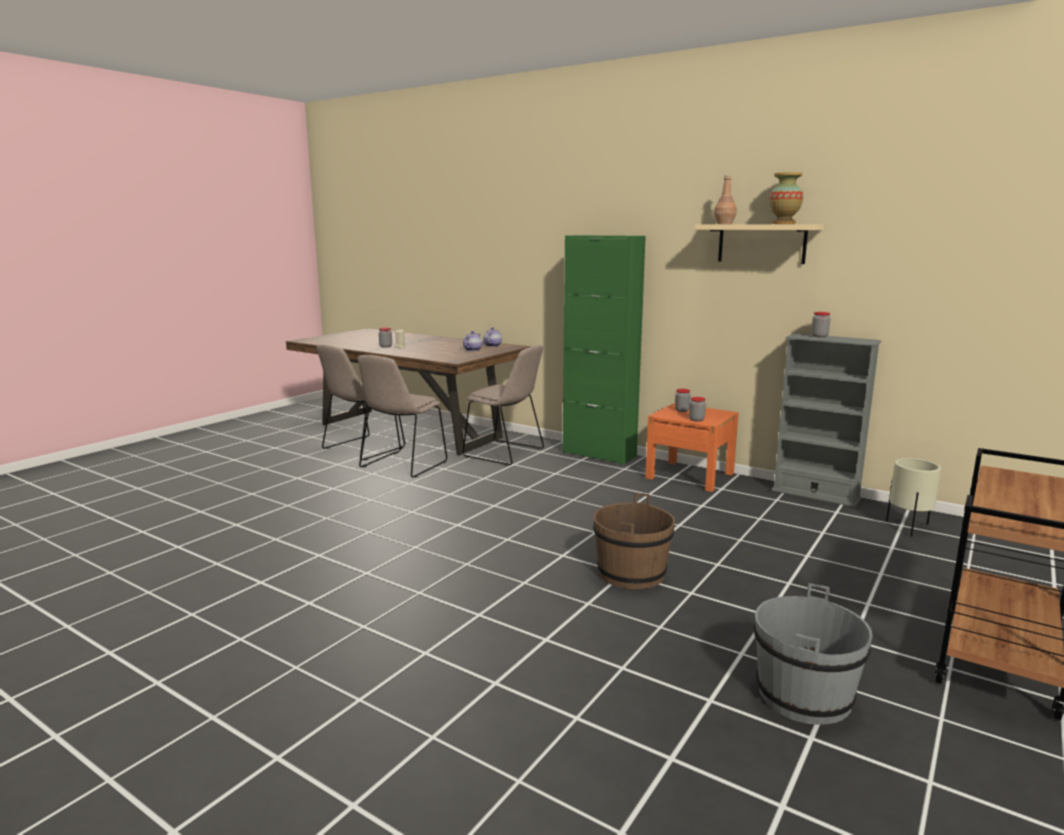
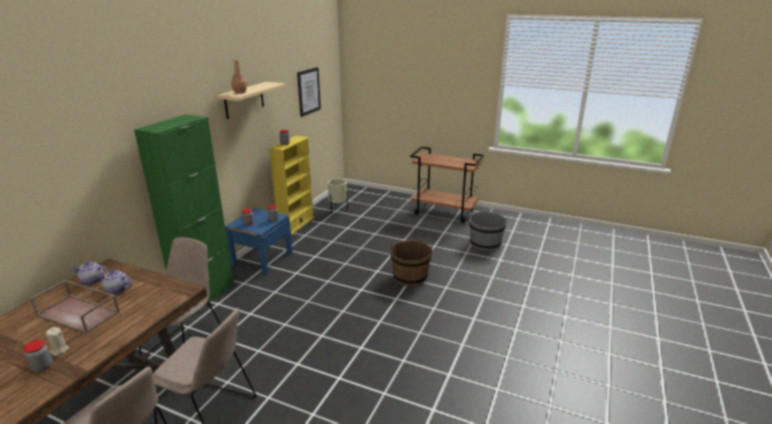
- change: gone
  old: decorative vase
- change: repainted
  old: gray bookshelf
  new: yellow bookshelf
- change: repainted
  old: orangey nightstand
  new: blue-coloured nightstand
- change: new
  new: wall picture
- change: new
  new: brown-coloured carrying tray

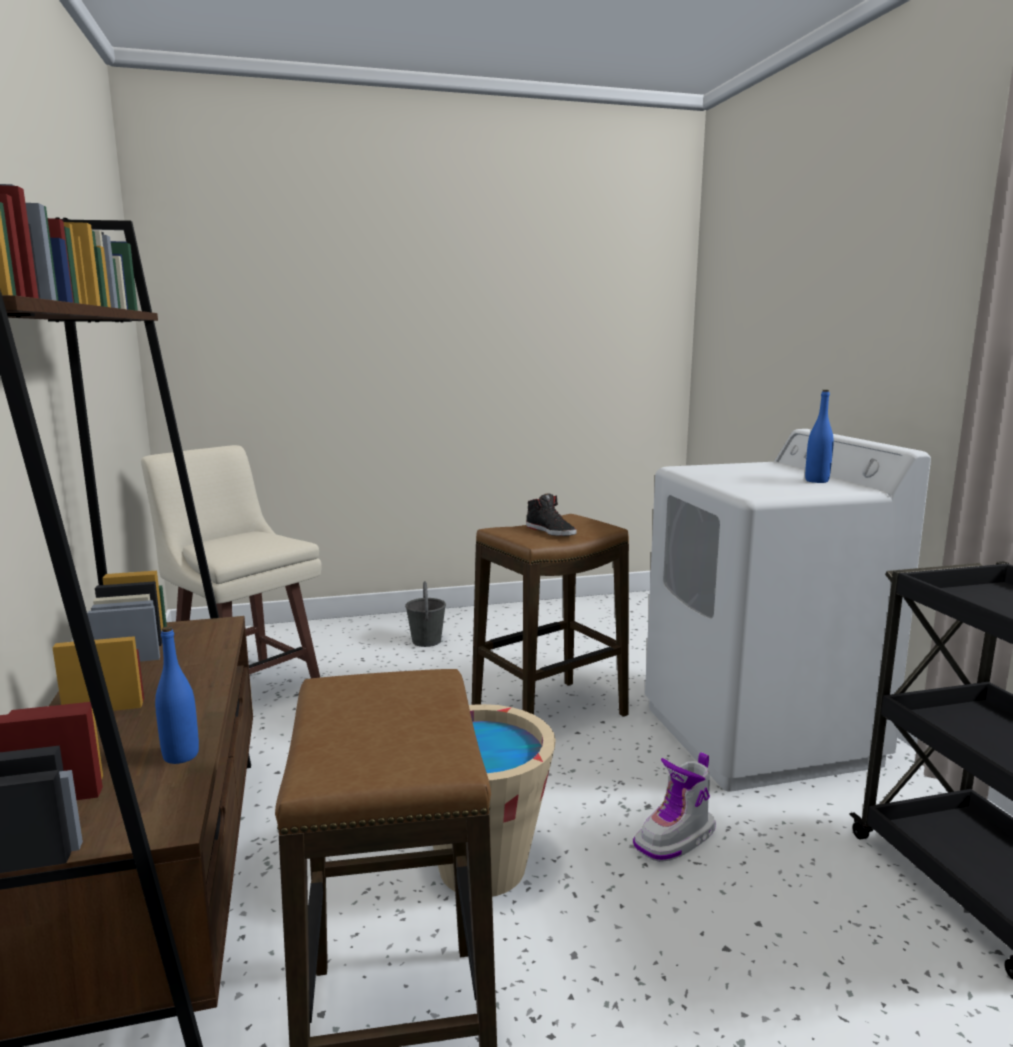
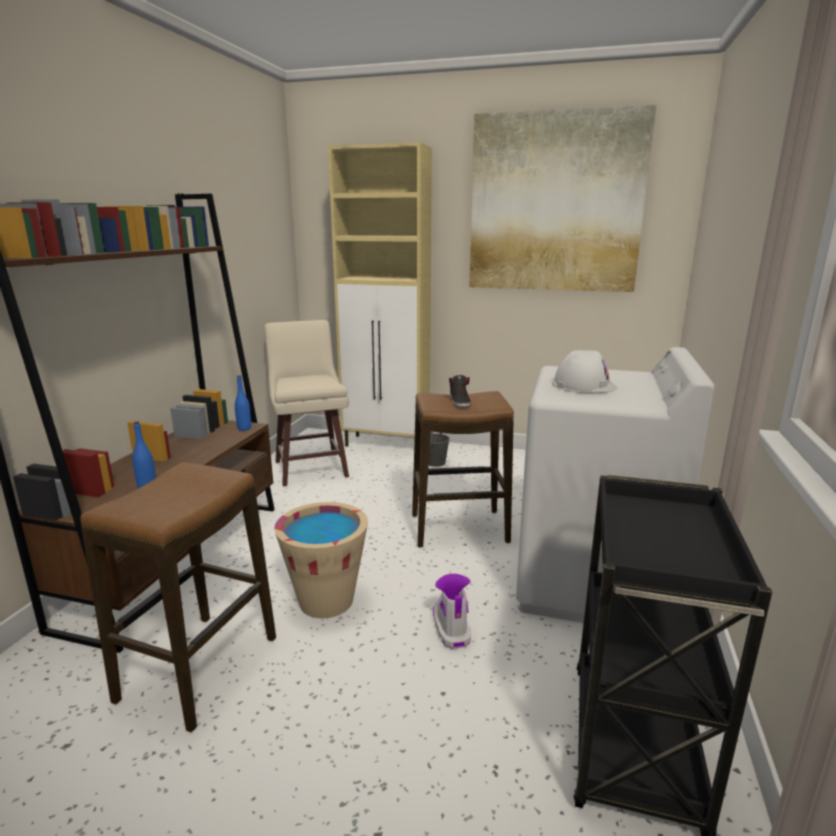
- change: shifted
  old: blue-coloured bottle (no. 2 from left)
- change: rotated
  old: tall boot
  degrees: 90
- change: new
  new: wall picture
- change: new
  new: beige cabinet
- change: new
  new: white safety helmet

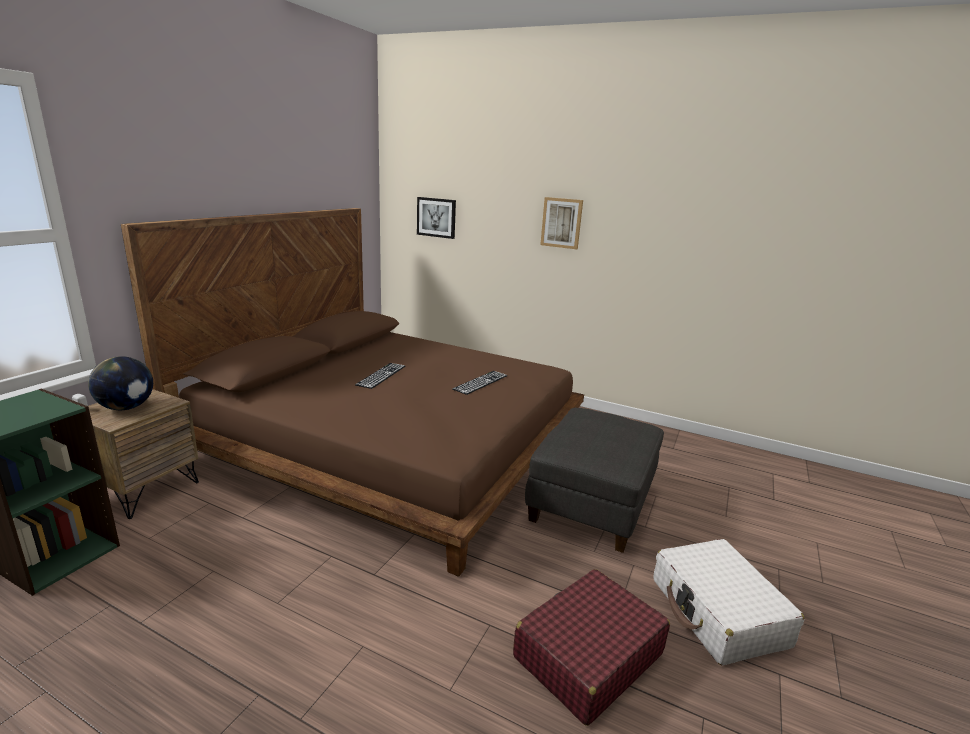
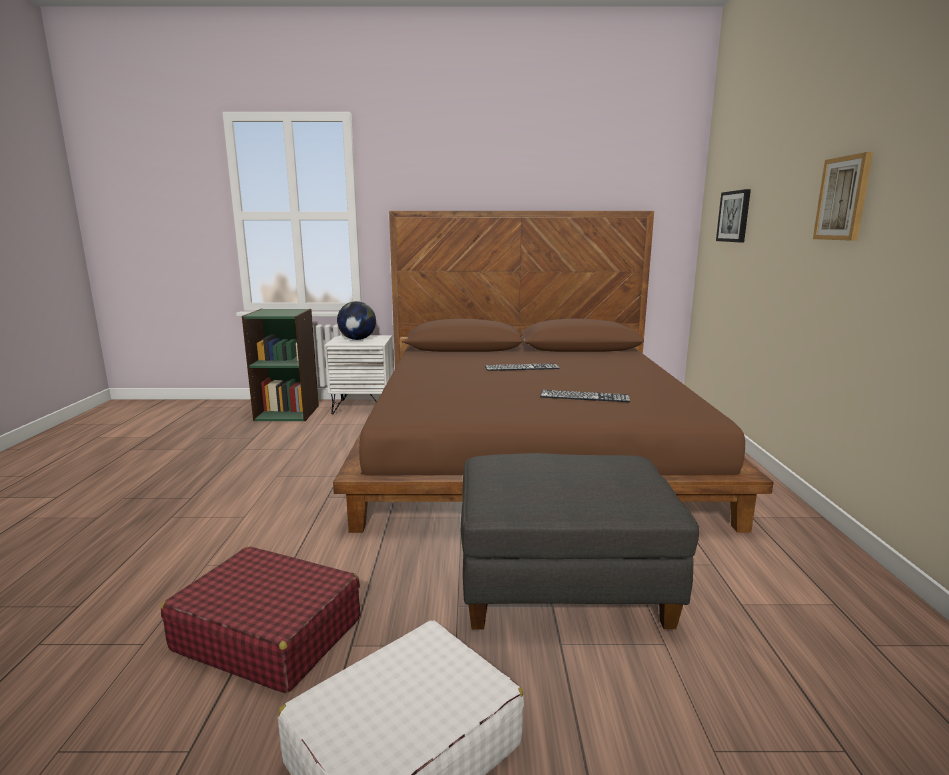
- change: repainted
  old: brown-coloured nightstand
  new: white nightstand

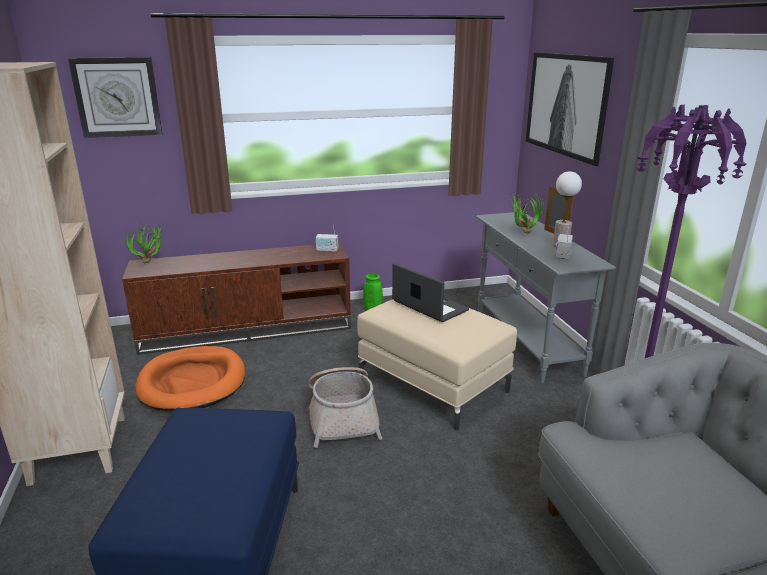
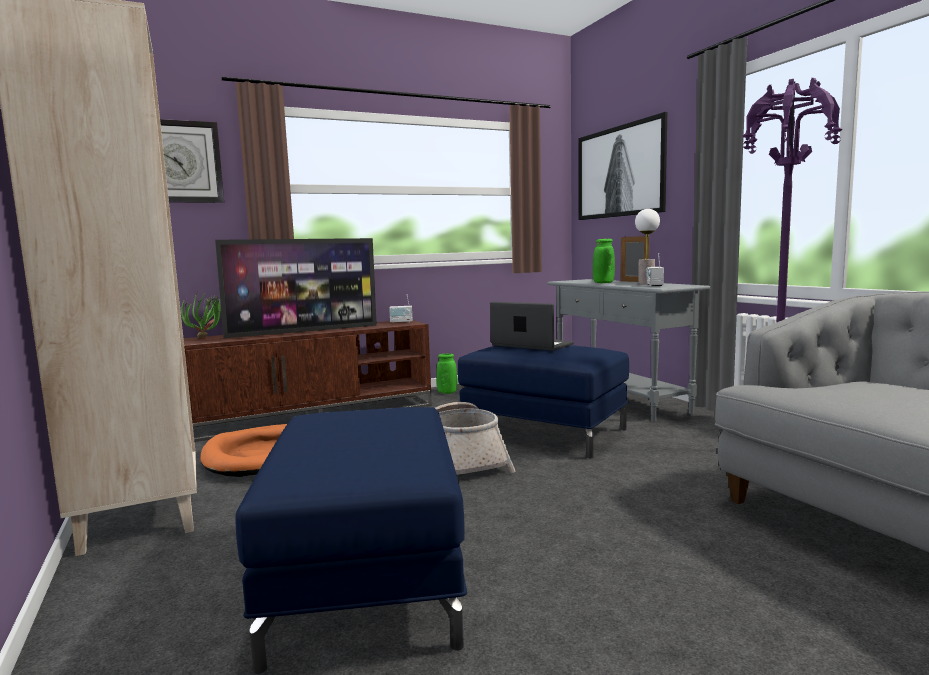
- change: swapped
  old: plant in a pot (no. 2 from left)
  new: greenish decorative vase (no. 2 from left)
- change: repainted
  old: beige ottoman
  new: blue-coloured ottoman (no. 2 from left)
- change: new
  new: television

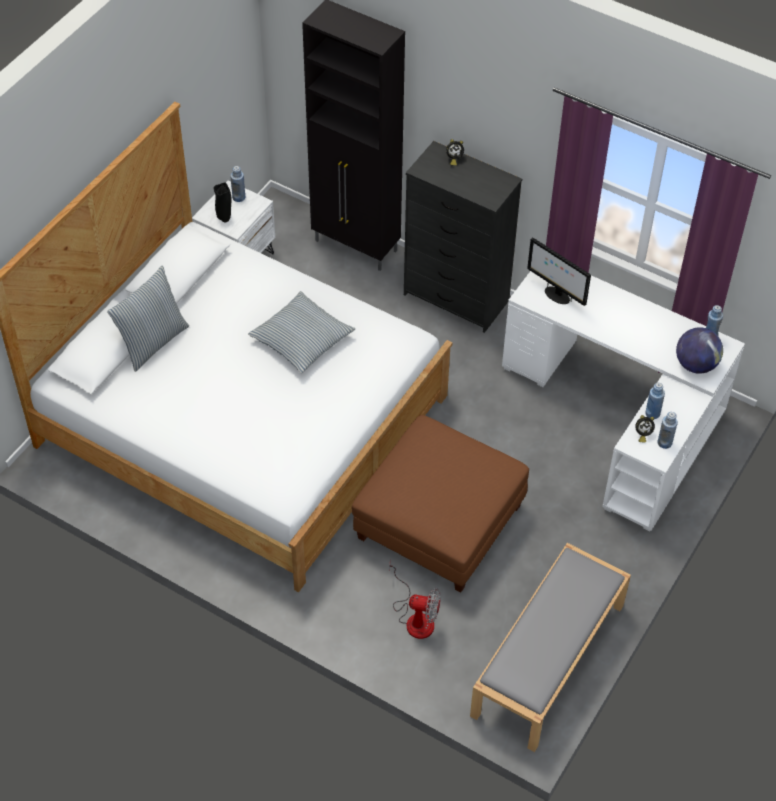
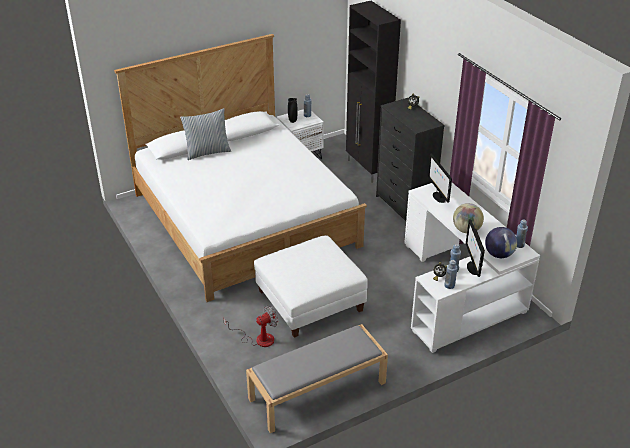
- change: gone
  old: pillow (no. 2 from left)
- change: repainted
  old: brown-coloured ottoman
  new: white ottoman
- change: rotated
  old: cooling fan
  degrees: -75
- change: new
  new: world globe (no. 1 from left)
- change: new
  new: monitor (no. 2 from left)

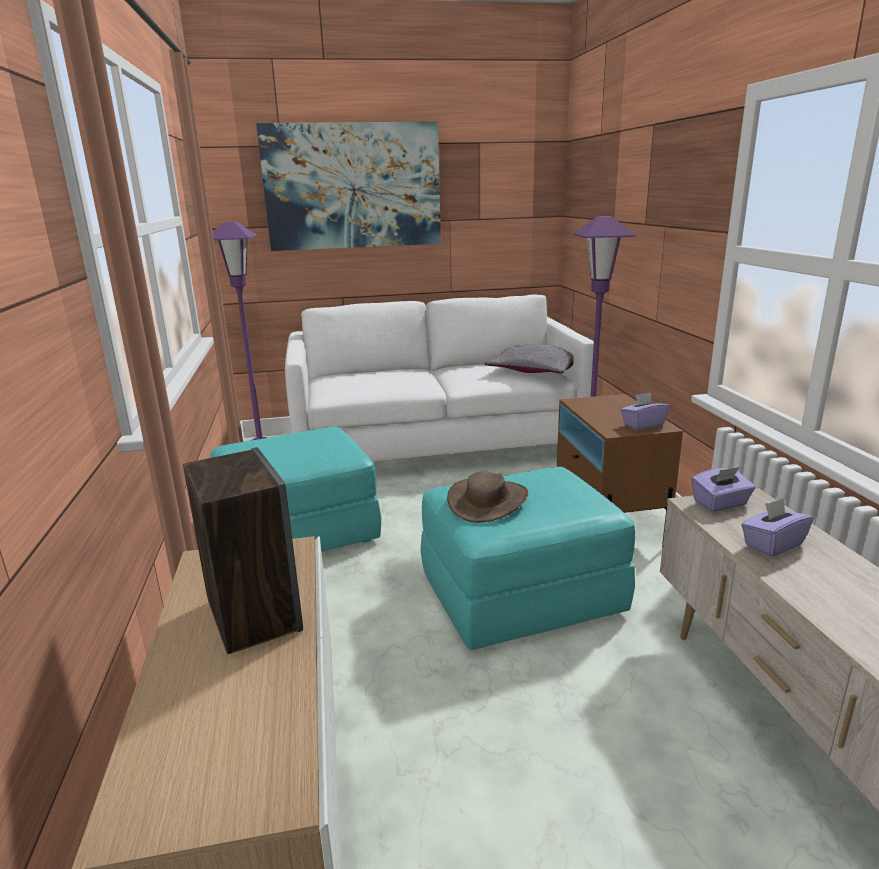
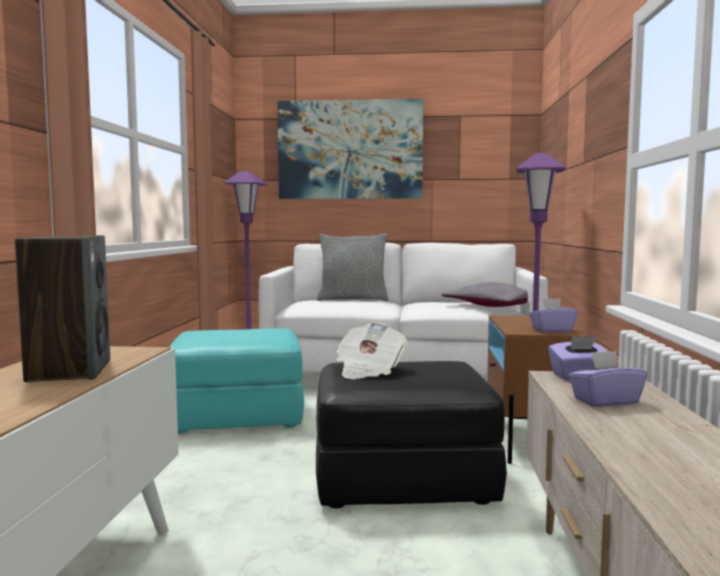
- change: repainted
  old: turquoise-coloured ottoman (no. 2 from left)
  new: black-coloured ottoman
- change: swapped
  old: brown-coloured hat
  new: newspaper
- change: new
  new: gray pillow (no. 1 from left)

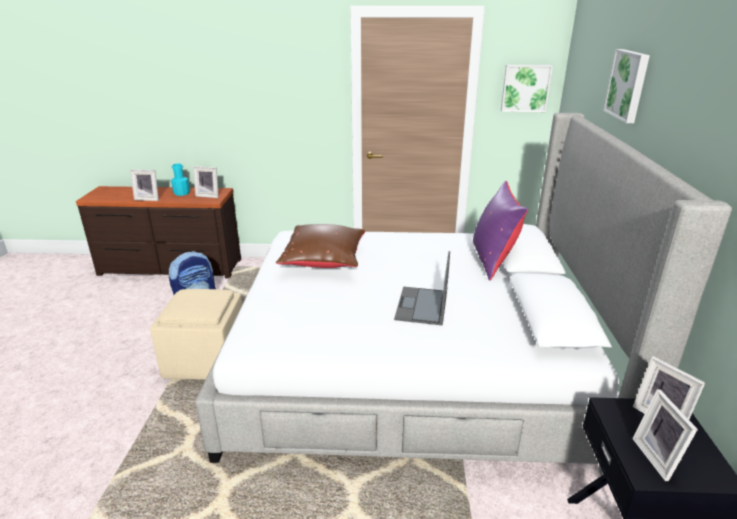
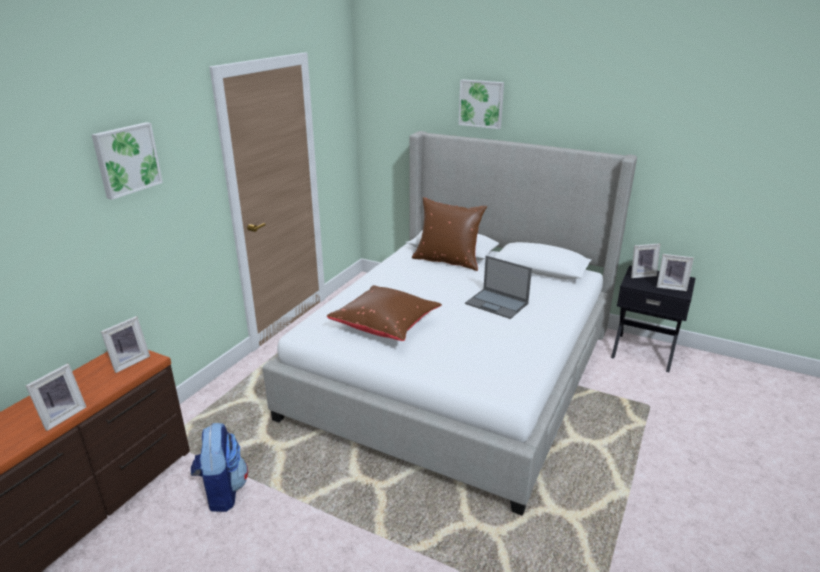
- change: shifted
  old: wall picture (no. 1 from left)
- change: gone
  old: turquoise-coloured bottle
- change: repainted
  old: purplish pillow
  new: brown-coloured pillow (no. 2 from left)
- change: gone
  old: beige ottoman

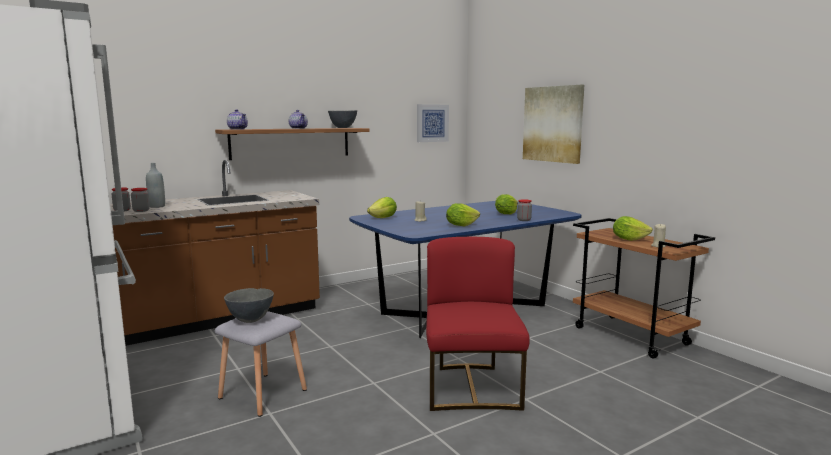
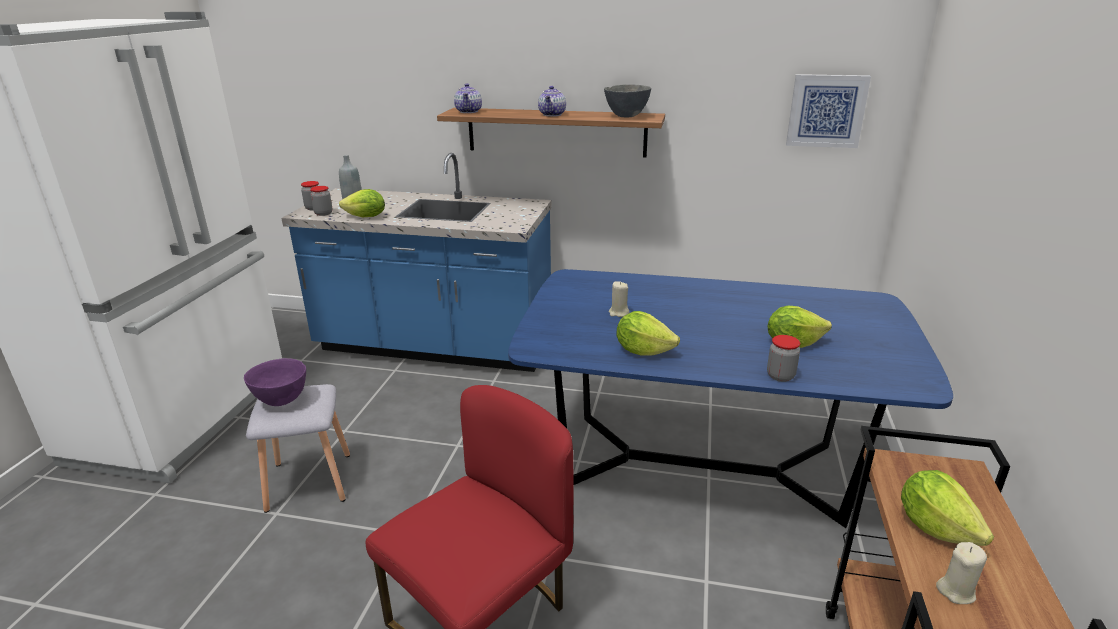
- change: gone
  old: wall picture (no. 2 from left)
- change: repainted
  old: brown-coloured kitchen base unit
  new: blue-coloured kitchen base unit
- change: shifted
  old: lettuce head (no. 1 from left)
- change: repainted
  old: gray serving bowl (no. 1 from left)
  new: purplish serving bowl

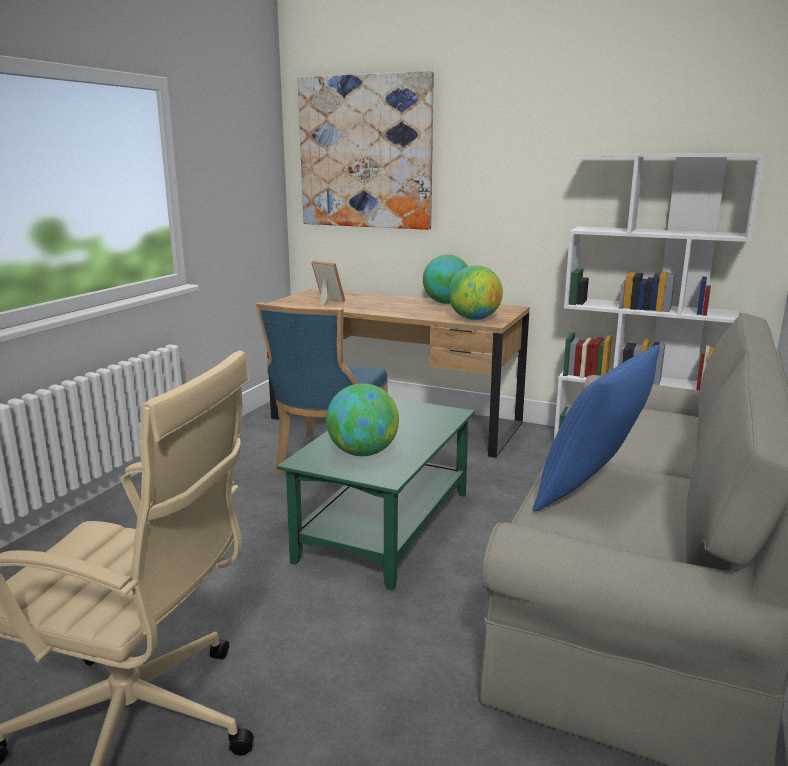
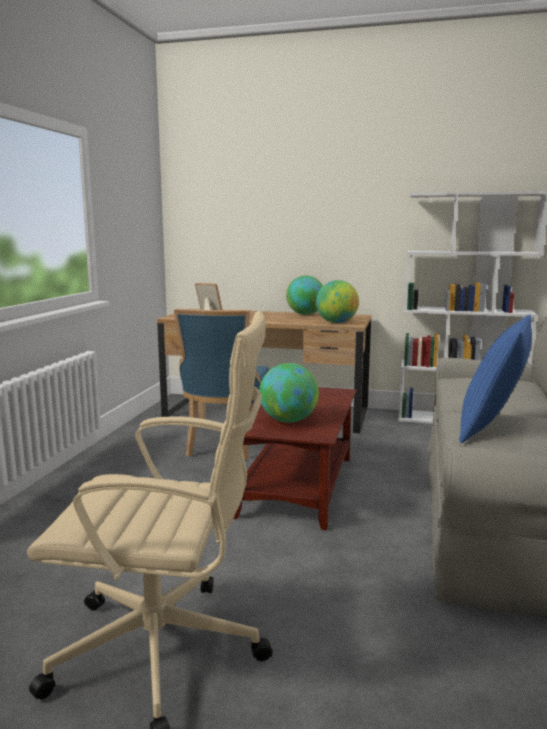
- change: gone
  old: wall picture
- change: repainted
  old: greenish coffee table
  new: brown-coloured coffee table

